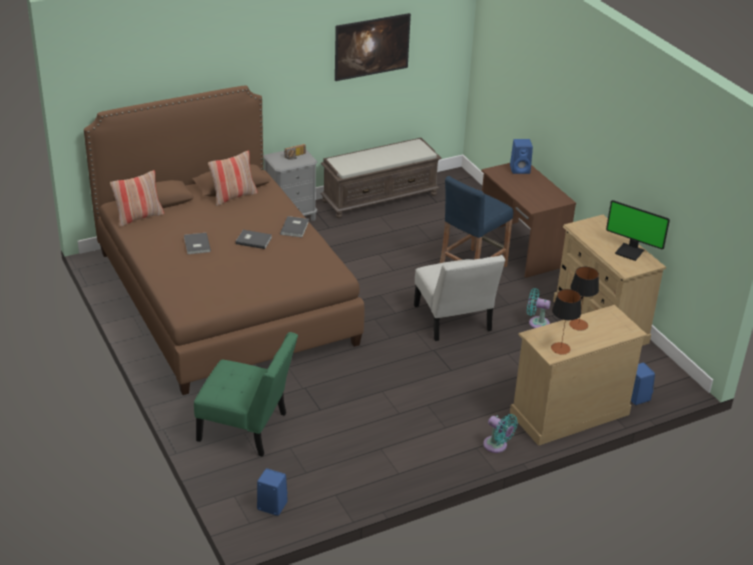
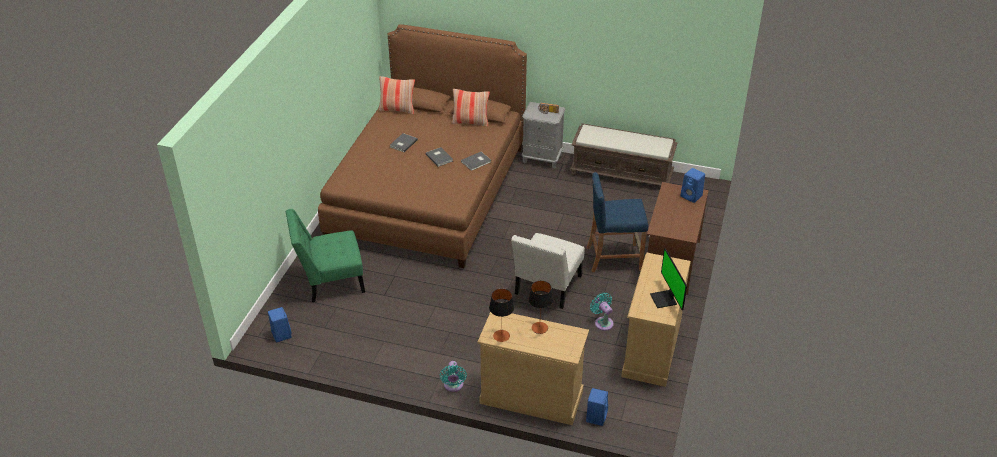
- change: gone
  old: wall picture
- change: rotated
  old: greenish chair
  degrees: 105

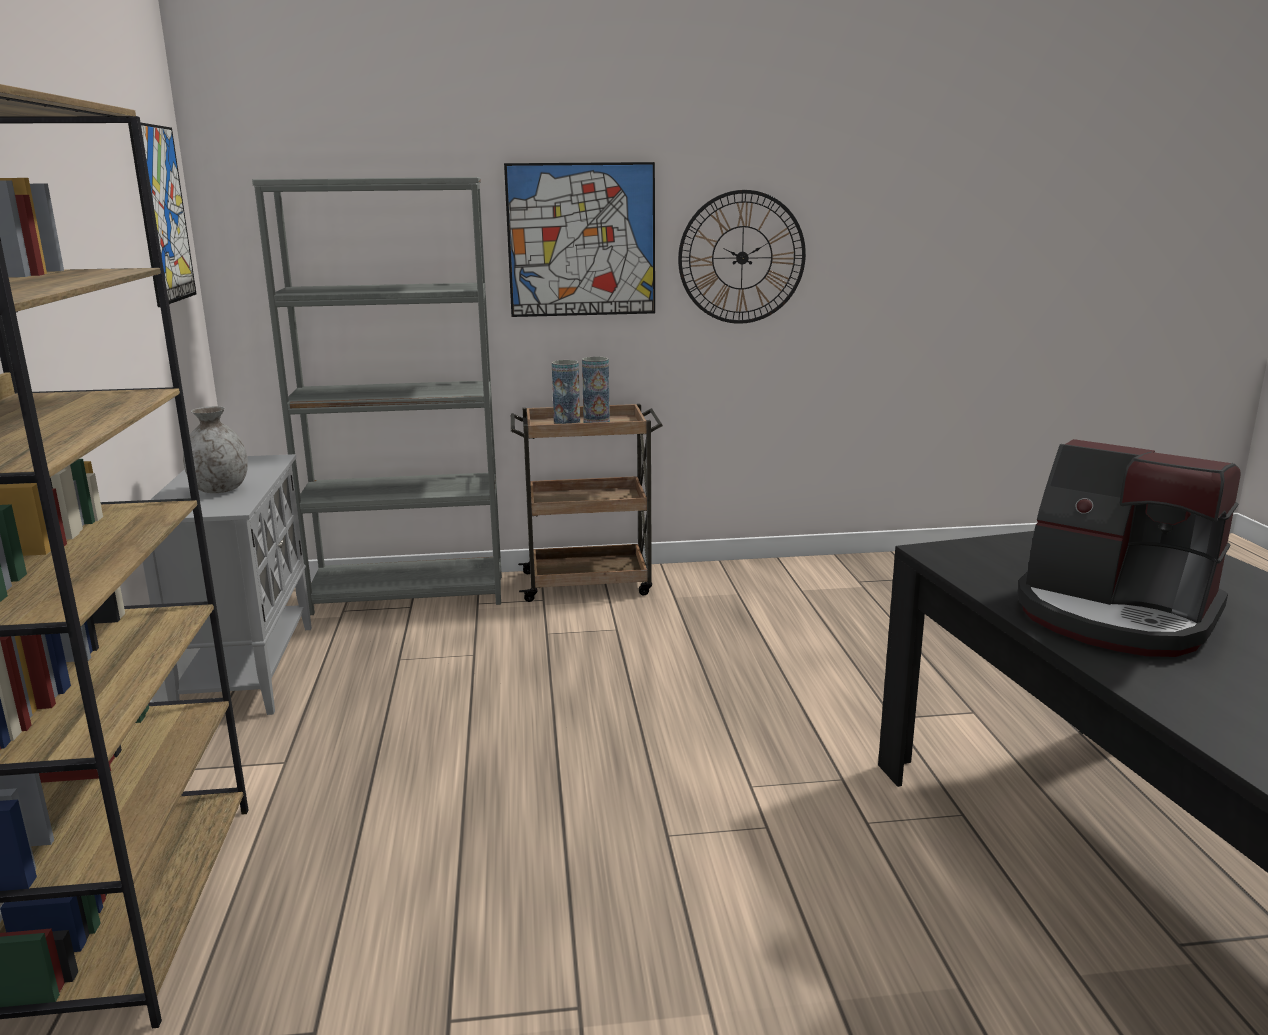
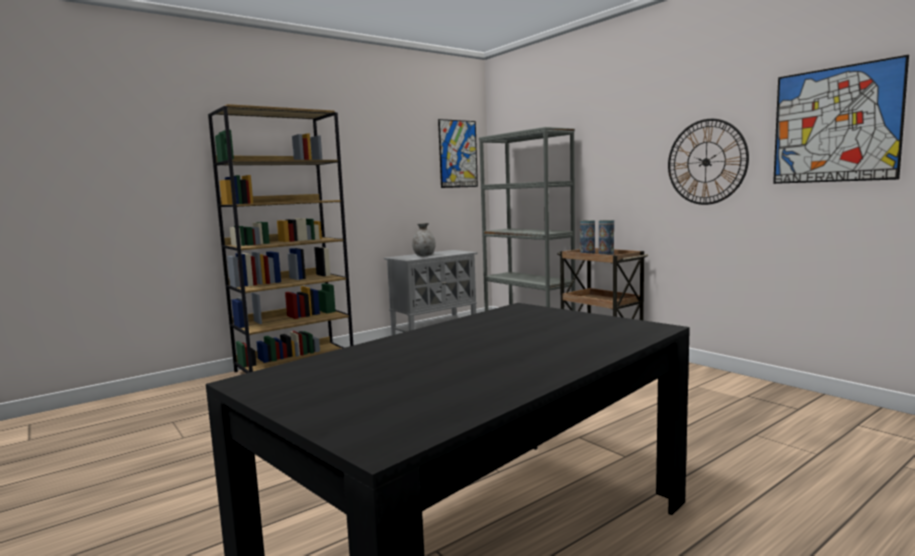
- change: shifted
  old: wall picture (no. 2 from left)
- change: gone
  old: coffee maker

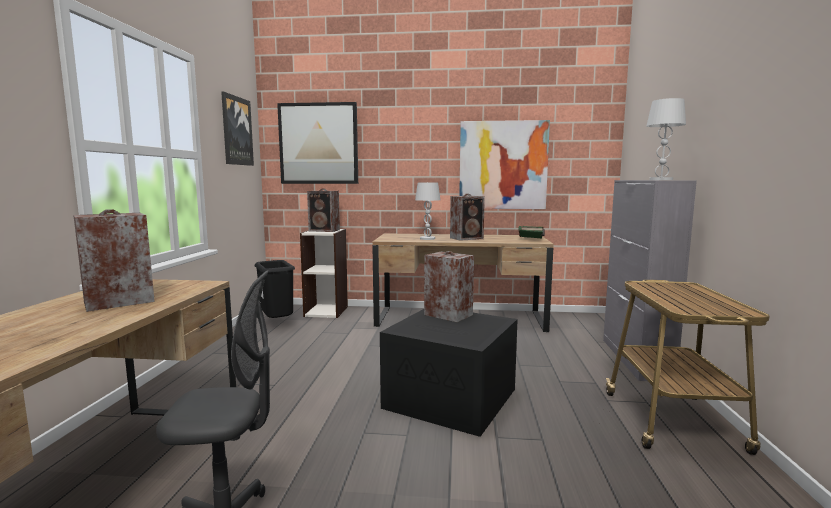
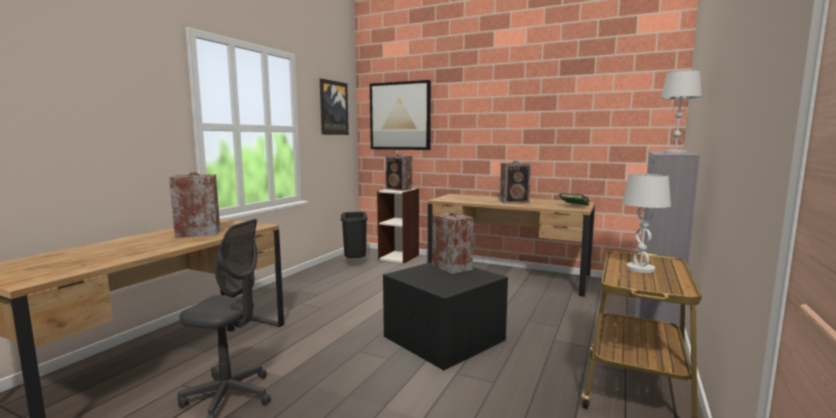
- change: gone
  old: wall picture (no. 3 from left)
- change: shifted
  old: white lamp for a table (no. 1 from left)

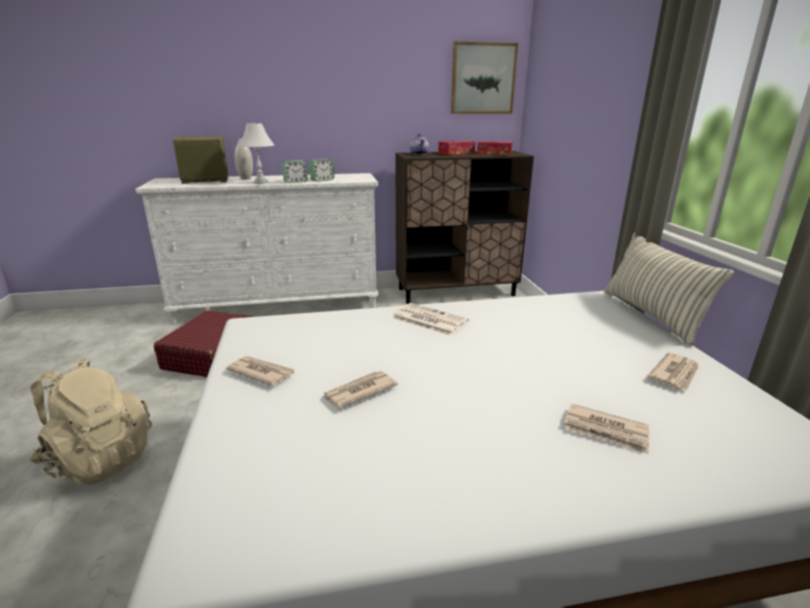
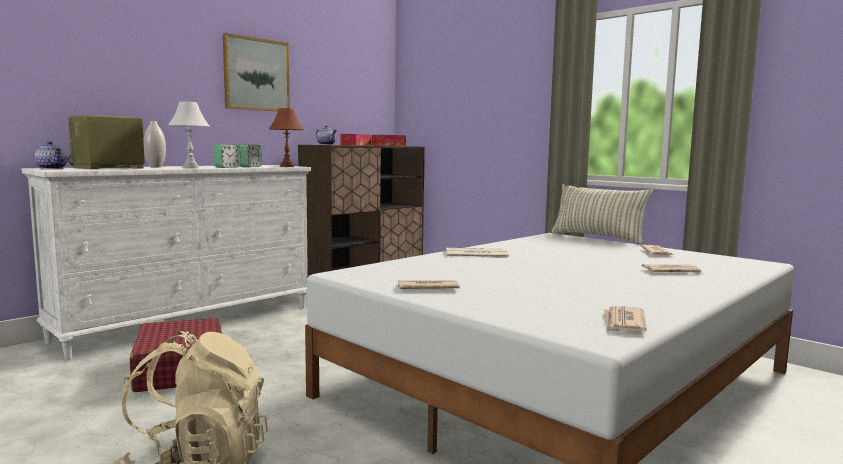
- change: shifted
  old: wall picture
- change: shifted
  old: newspaper (no. 2 from left in the first image)
  new: newspaper (no. 3 from left)
- change: new
  new: brown-coloured lamp for a table
- change: new
  new: teapot (no. 1 from left)

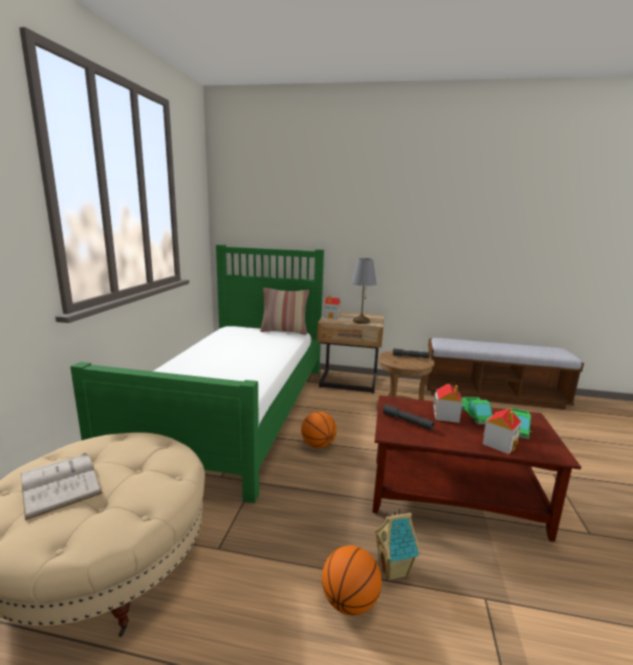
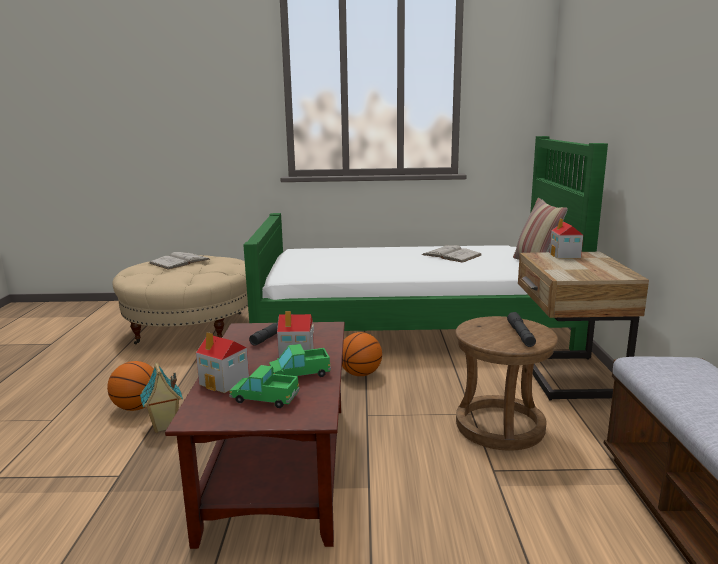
- change: gone
  old: gray lamp for a table
- change: new
  new: white bound book (no. 2 from left)

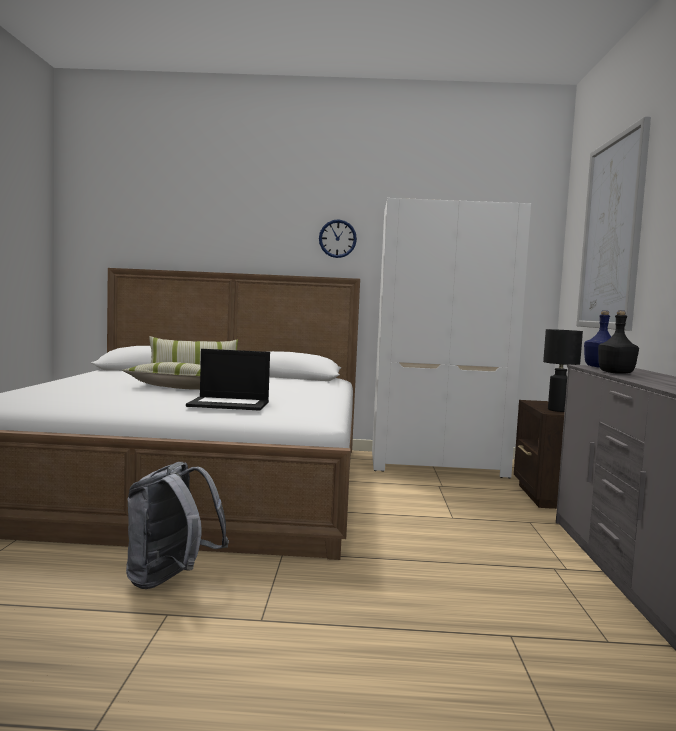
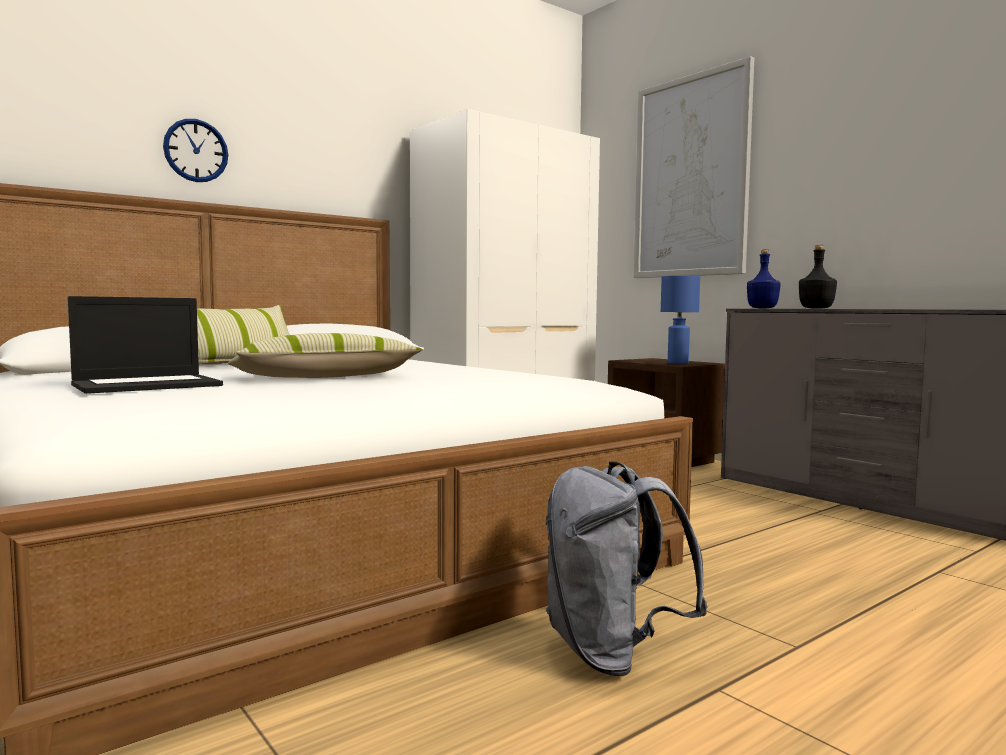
- change: shifted
  old: clock on the wall
- change: repainted
  old: black-coloured lamp for a table
  new: blue-coloured lamp for a table
- change: shifted
  old: portable computer

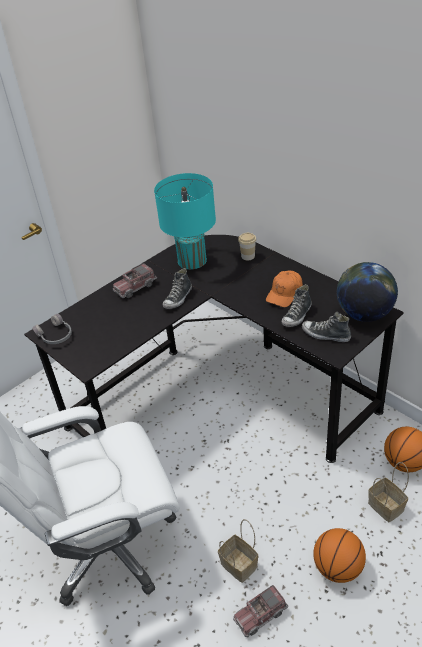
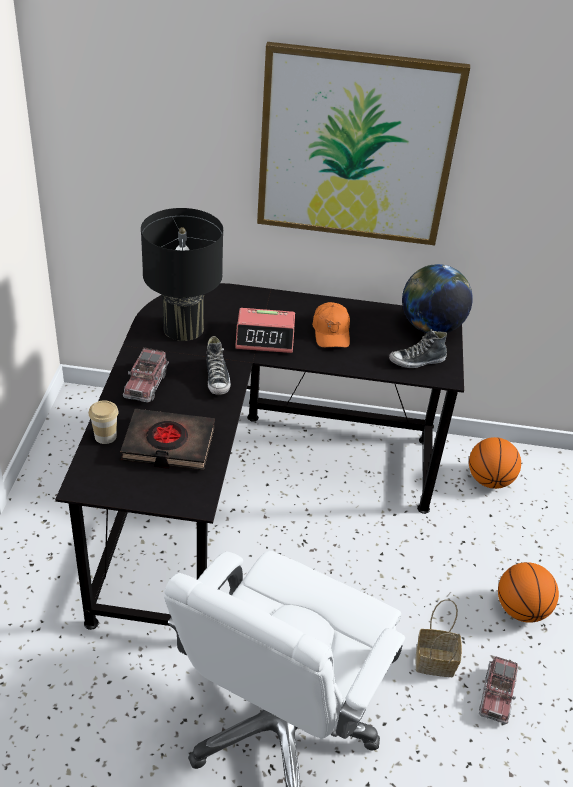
- change: repainted
  old: turquoise-coloured lamp for a table
  new: black-coloured lamp for a table
- change: shifted
  old: cup
- change: gone
  old: low shoe (no. 2 from left)
- change: gone
  old: gray headset
- change: gone
  old: household basket (no. 2 from left)
- change: new
  new: wall picture
- change: new
  new: bedside clock
- change: new
  new: black-coloured bound book

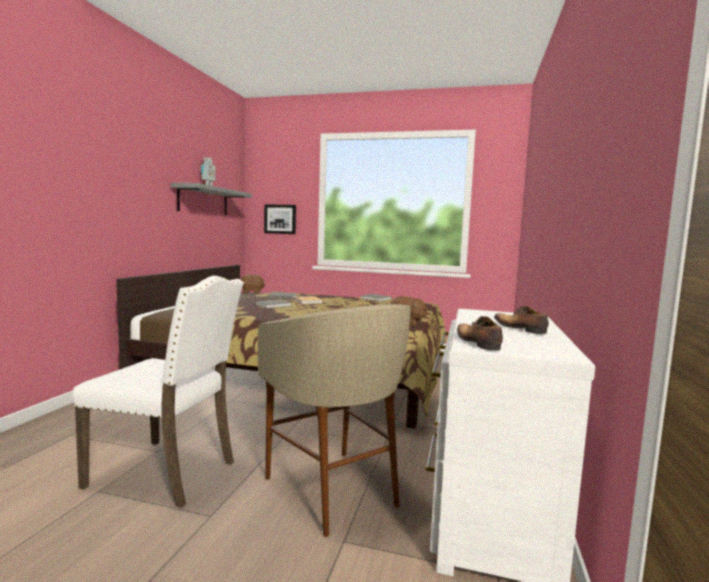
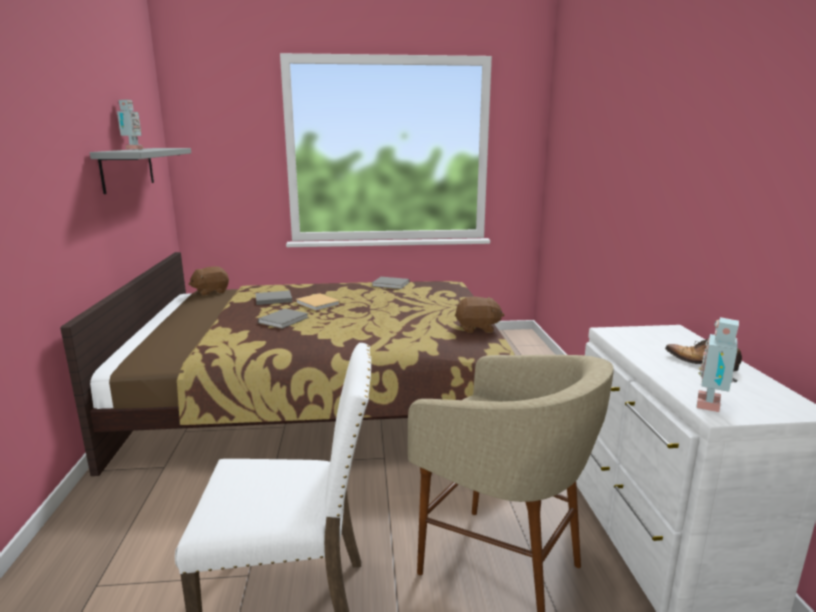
- change: gone
  old: wall picture
- change: swapped
  old: low shoe (no. 1 from left)
  new: robot figure (no. 2 from left)

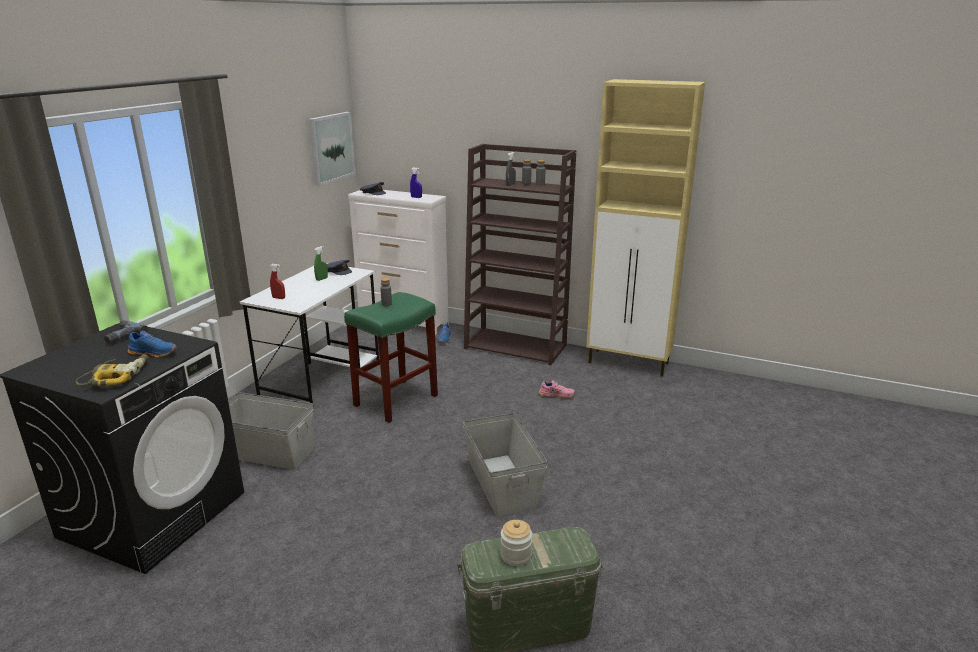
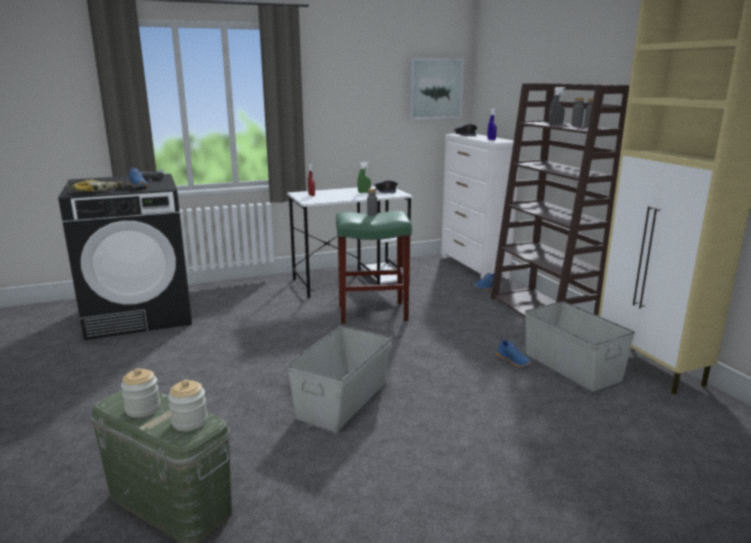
- change: repainted
  old: pinkish low shoe
  new: blue-coloured low shoe (no. 3 from left)
- change: shifted
  old: gray storage box (no. 1 from left in the first image)
  new: gray storage box (no. 2 from left)
- change: new
  new: preserve jar (no. 2 from left)

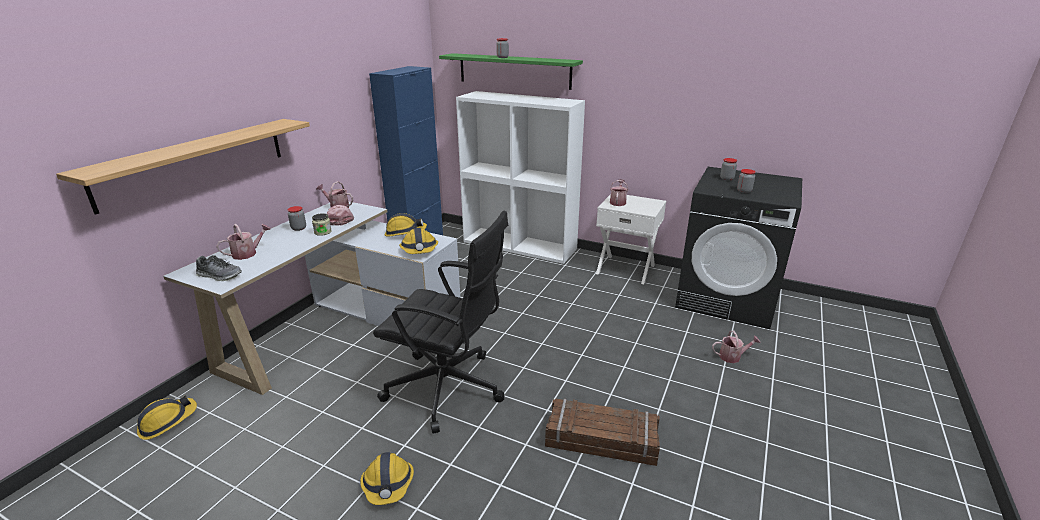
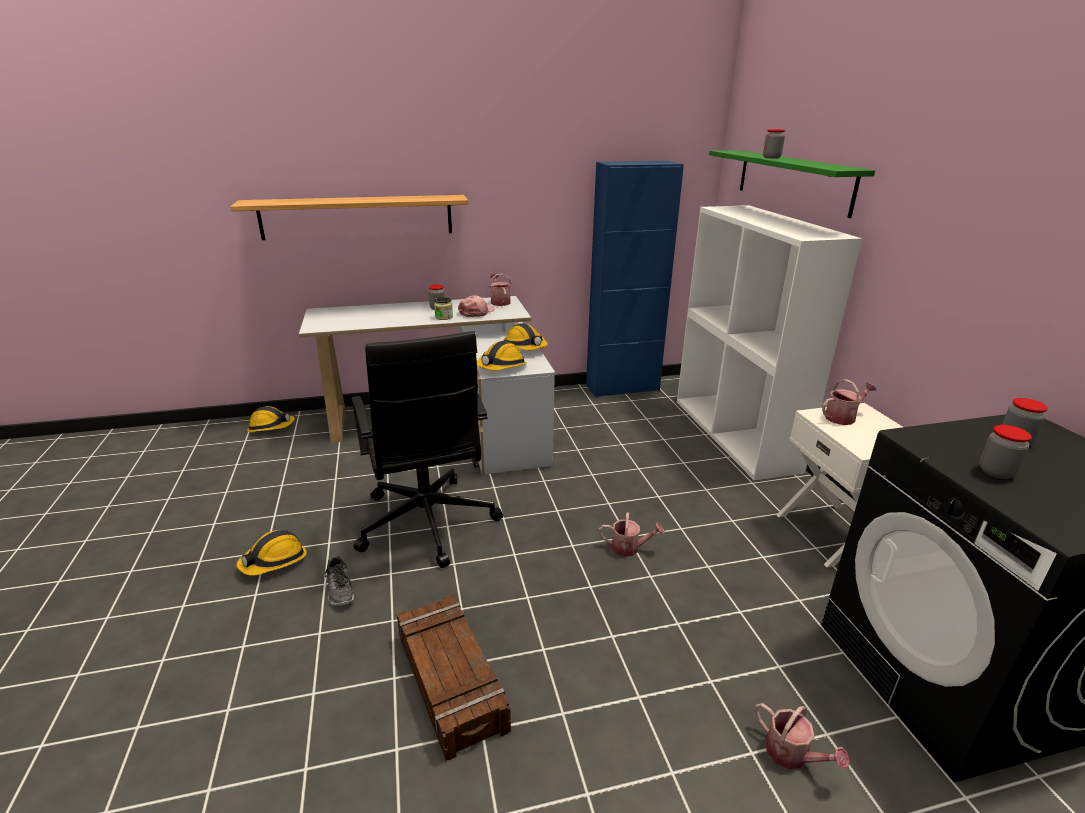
- change: shifted
  old: watering pot (no. 1 from left in the first image)
  new: watering pot (no. 2 from left)
- change: shifted
  old: low shoe

